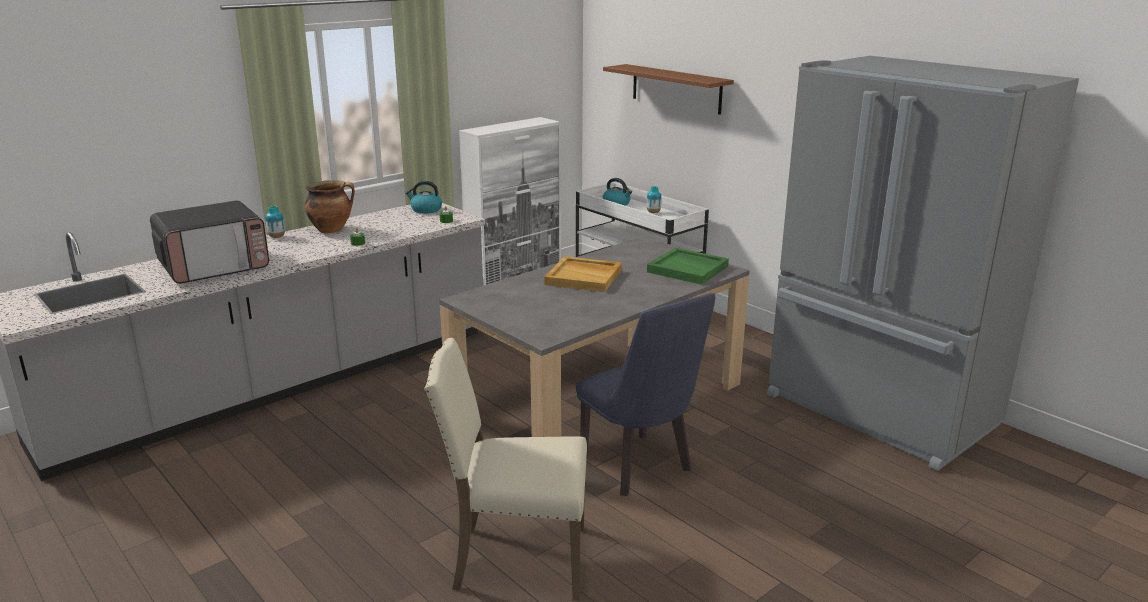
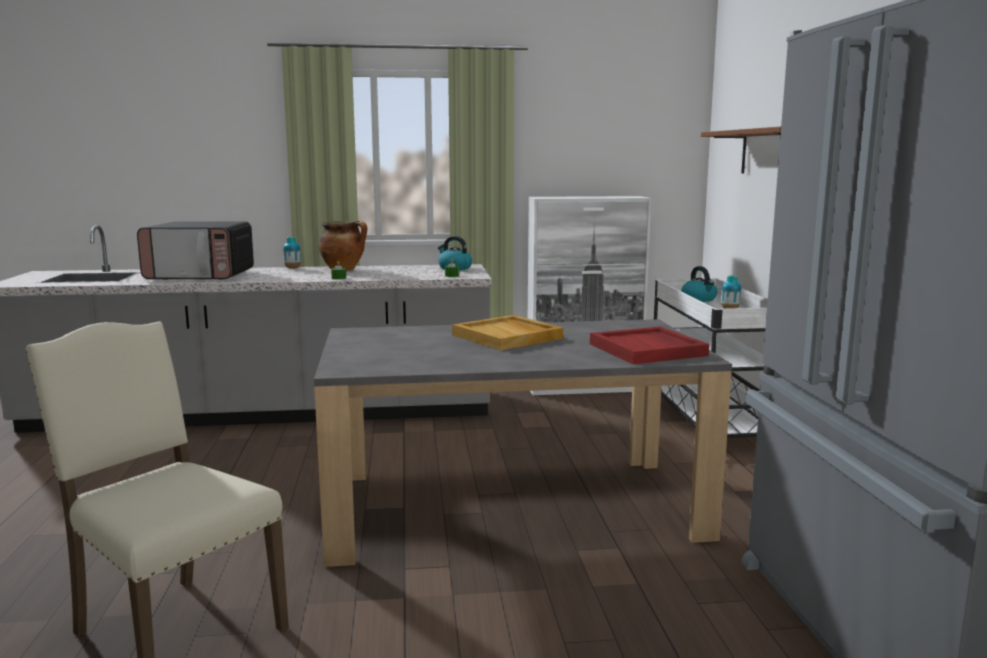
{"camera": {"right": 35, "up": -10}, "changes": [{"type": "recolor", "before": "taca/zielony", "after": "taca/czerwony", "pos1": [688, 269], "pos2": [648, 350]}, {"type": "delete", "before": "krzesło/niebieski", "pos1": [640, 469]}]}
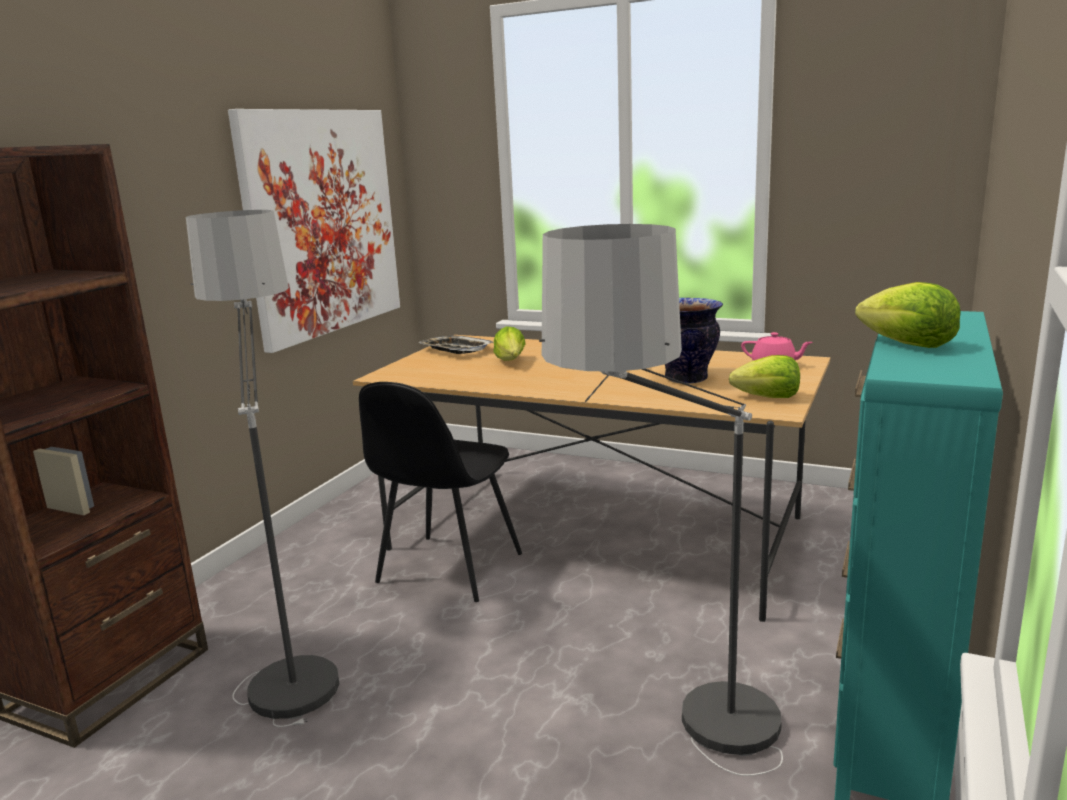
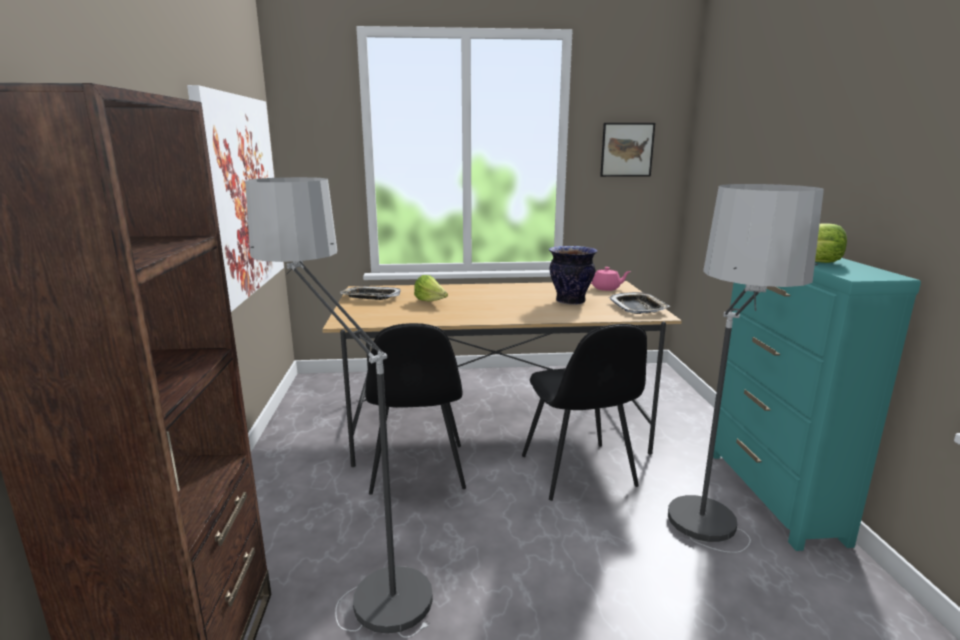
{"camera": {"right": -30, "up": 0}, "changes": [{"type": "replace", "before": "sałata", "after": "taca", "pos1": [768, 397], "pos2": [638, 308]}, {"type": "insert", "after": "obraz", "pos2": [627, 149]}, {"type": "insert", "after": "krzesło/czarny", "pos2": [578, 472]}]}
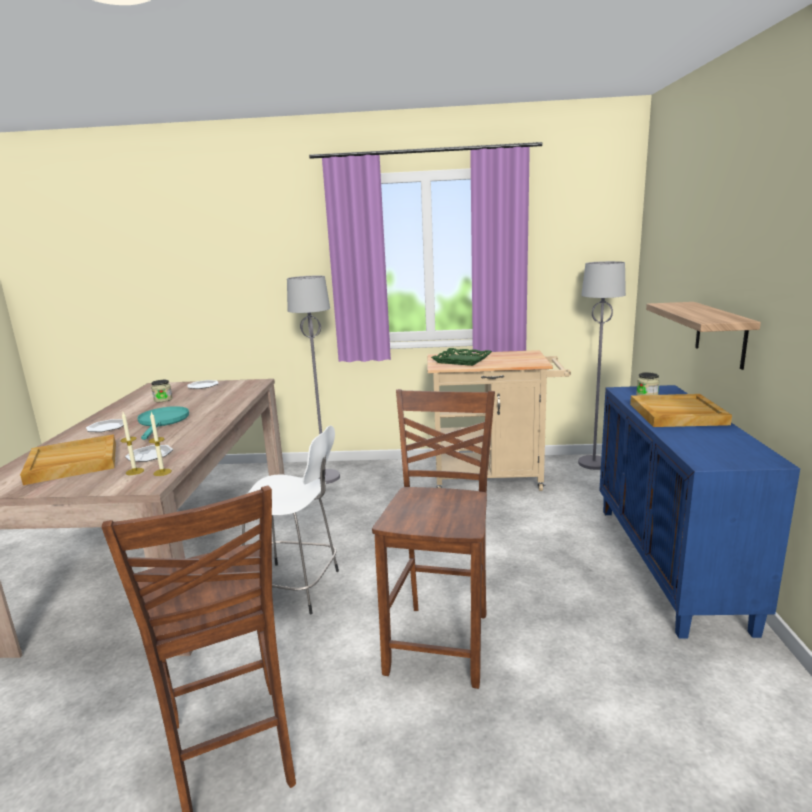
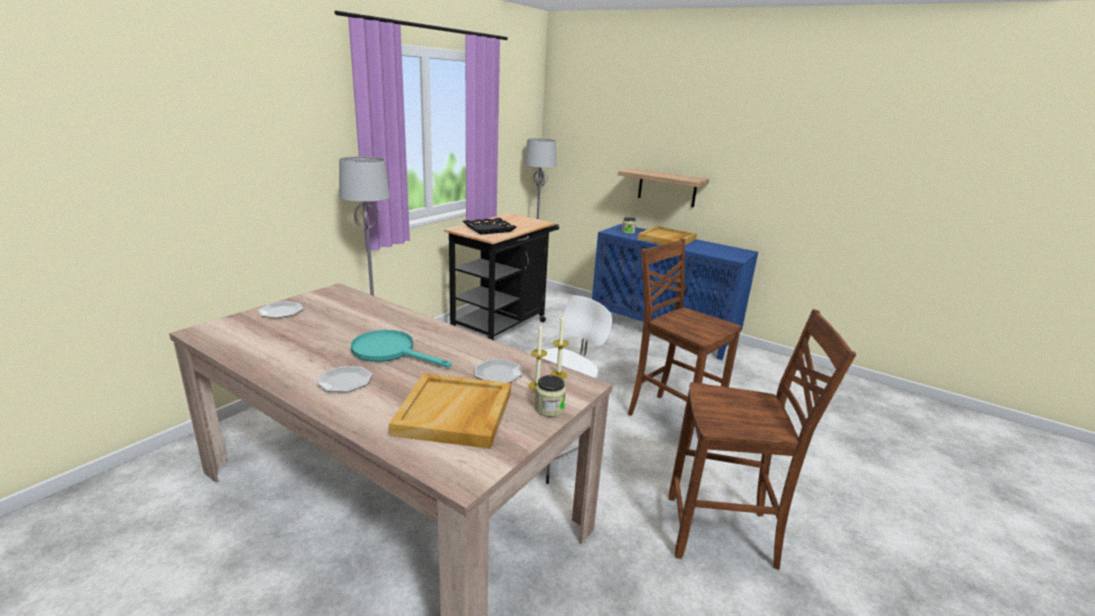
{"camera": {"right": -60, "up": 5}, "changes": [{"type": "recolor", "before": "taca/zielony", "after": "taca/czarny", "pos1": [462, 360], "pos2": [489, 229]}, {"type": "recolor", "before": "wózek/beżowy", "after": "wózek/czarny", "pos1": [495, 478], "pos2": [503, 325]}, {"type": "move", "before": "słoik", "pos1": [163, 400], "pos2": [549, 409]}]}
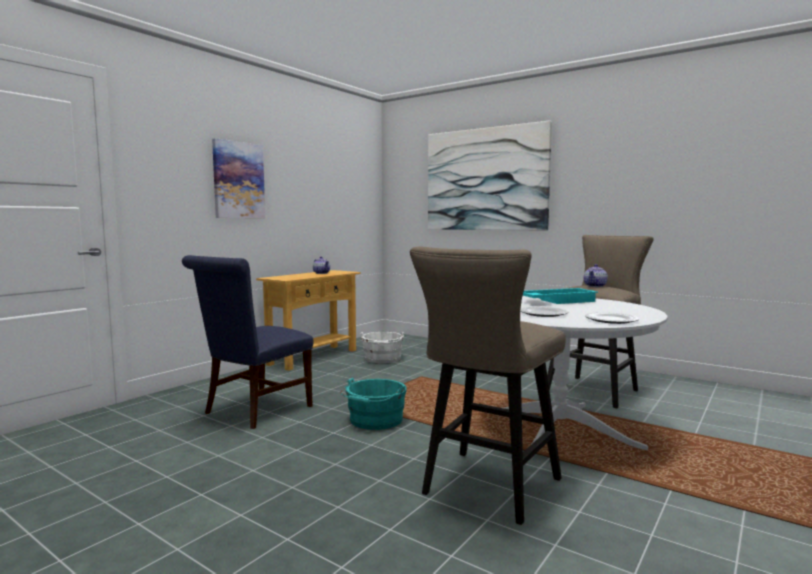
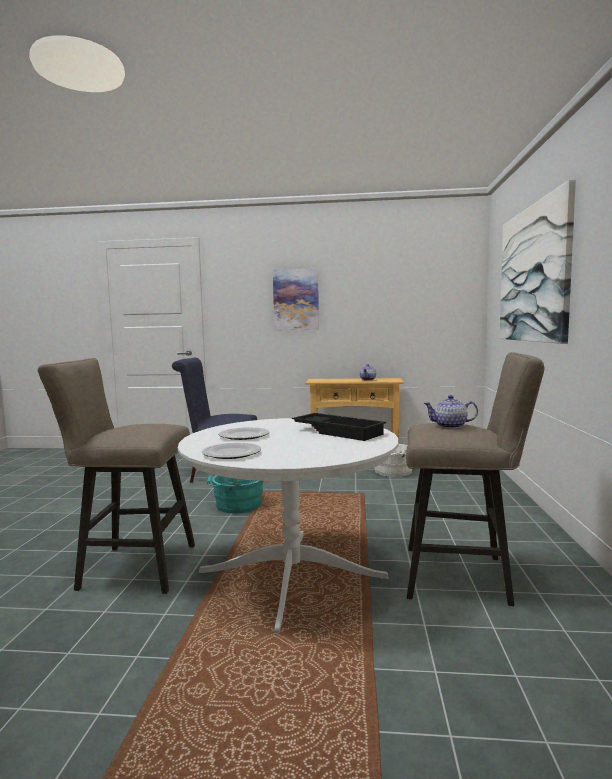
{"camera": {"right": 60, "up": 0}, "changes": [{"type": "recolor", "before": "taca/turkusowy", "after": "taca/czarny", "pos1": [556, 301], "pos2": [339, 431]}]}
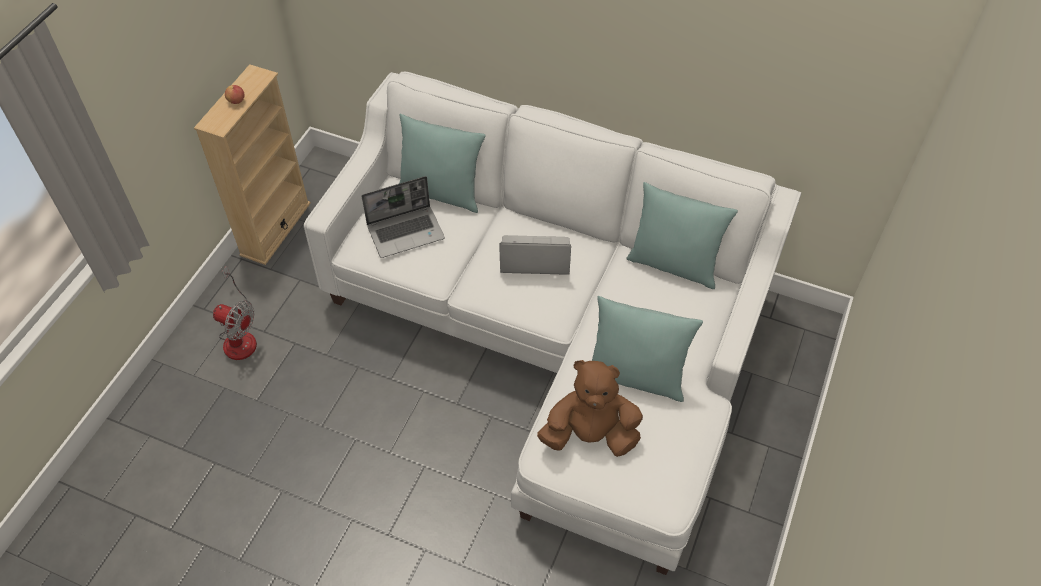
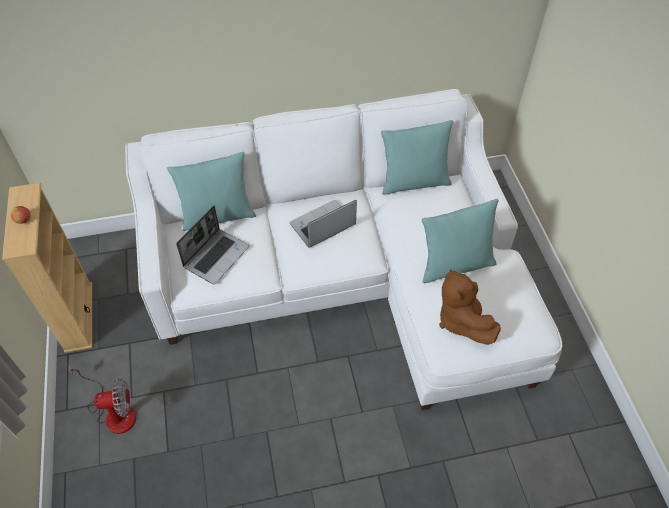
{"camera": {"right": -35, "up": 0}, "changes": [{"type": "rotate", "before": "pluszak/brązowy", "pos1": [590, 435], "pos2": [461, 320], "turn": -75}]}
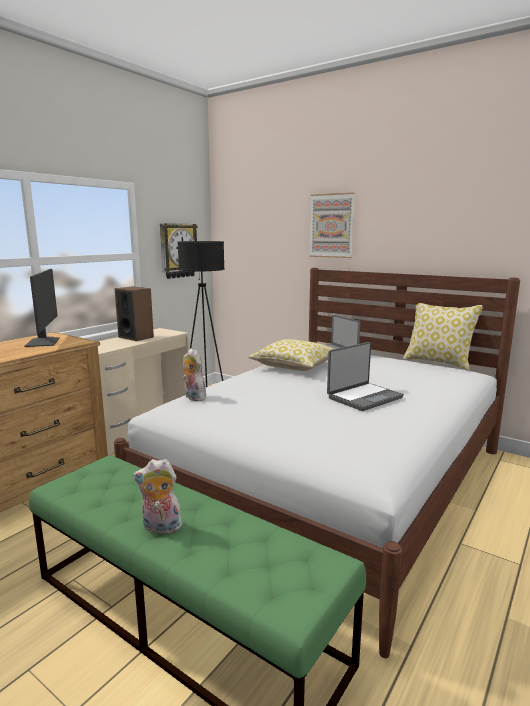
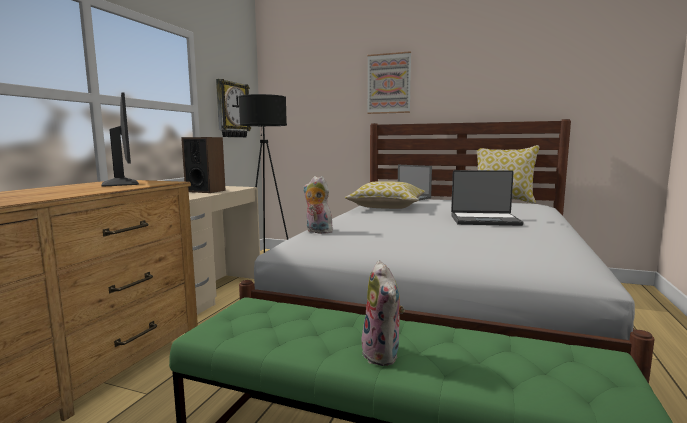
{"camera": {"right": -15, "up": -5}, "changes": [{"type": "rotate", "before": "laptop", "pos1": [364, 397], "pos2": [484, 220], "turn": 60}, {"type": "rotate", "before": "pluszak", "pos1": [160, 528], "pos2": [384, 354], "turn": -90}]}
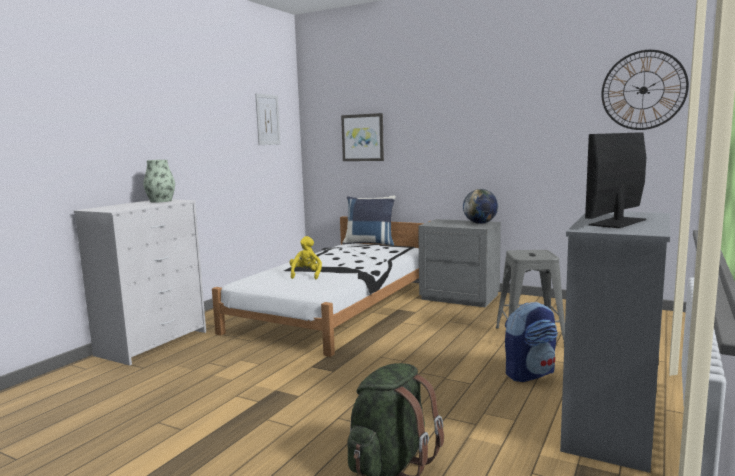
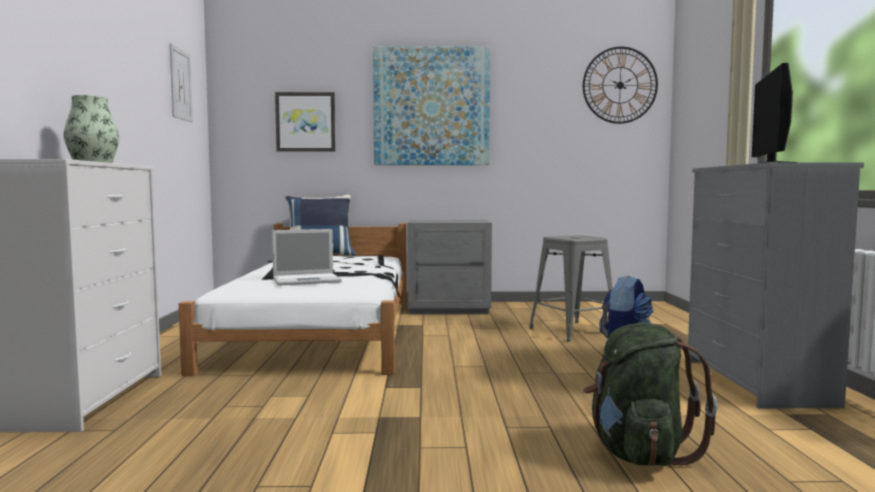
{"camera": {"right": -30, "up": -5}, "changes": [{"type": "delete", "before": "globus", "pos1": [480, 223]}, {"type": "replace", "before": "pluszak/żółty", "after": "laptop", "pos1": [306, 275], "pos2": [308, 280]}, {"type": "insert", "after": "obraz", "pos2": [431, 106]}]}
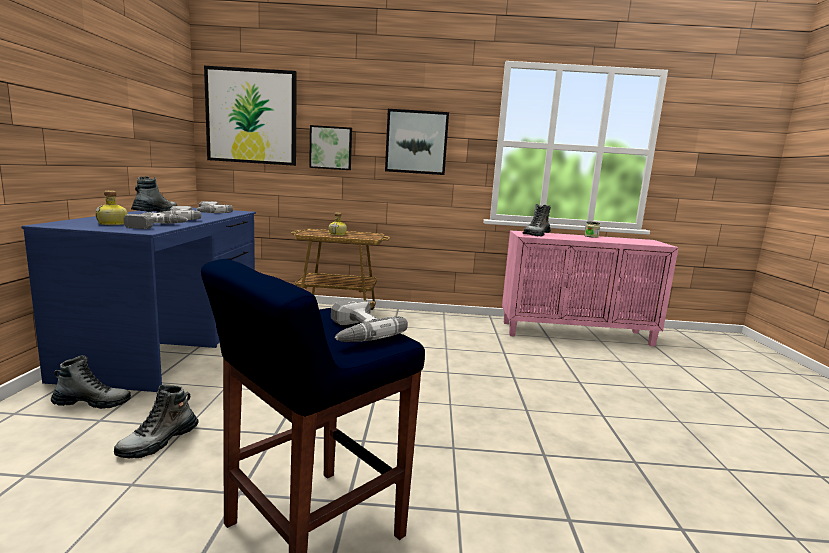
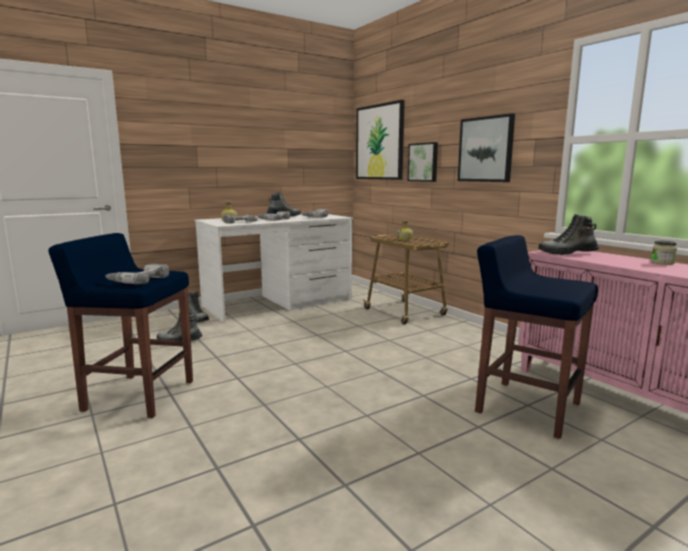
{"camera": {"right": 55, "up": 0}, "changes": [{"type": "recolor", "before": "biurko/niebieski", "after": "biurko/biały", "pos1": [172, 342], "pos2": [278, 302]}, {"type": "insert", "after": "stołek/niebieski", "pos2": [526, 407]}]}
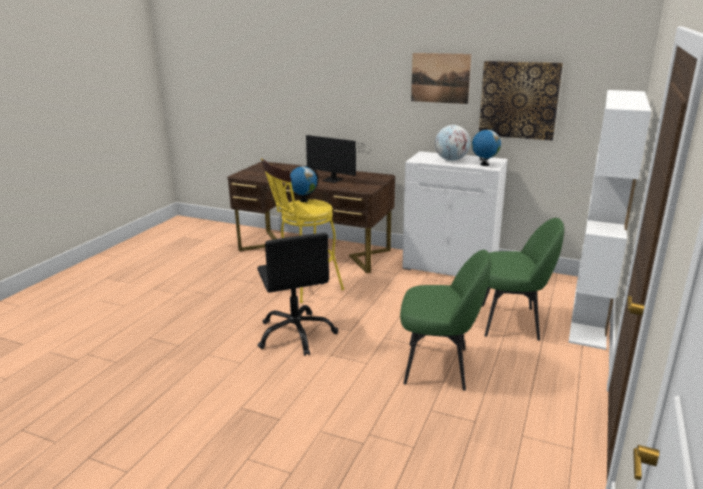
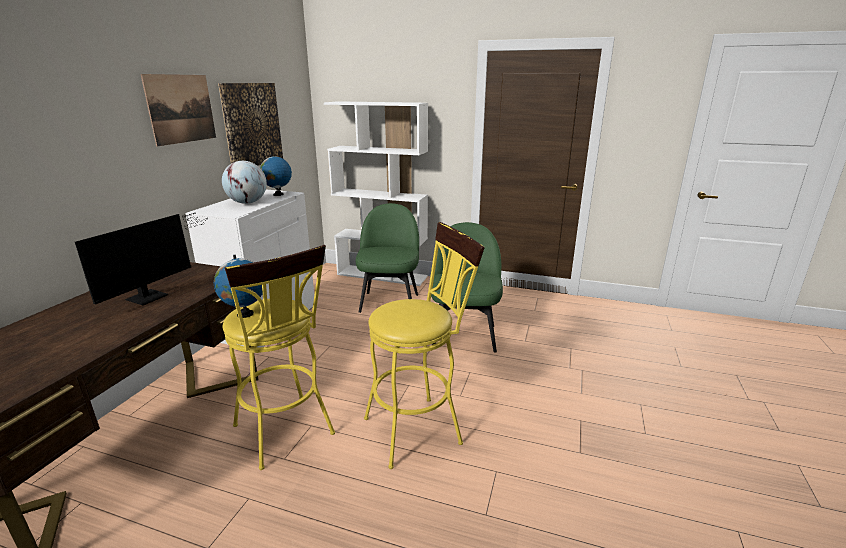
{"camera": {"right": -95, "up": 0}, "changes": [{"type": "replace", "before": "krzesło biurowe/czarny", "after": "stołek/żółty", "pos1": [296, 334], "pos2": [419, 427]}]}
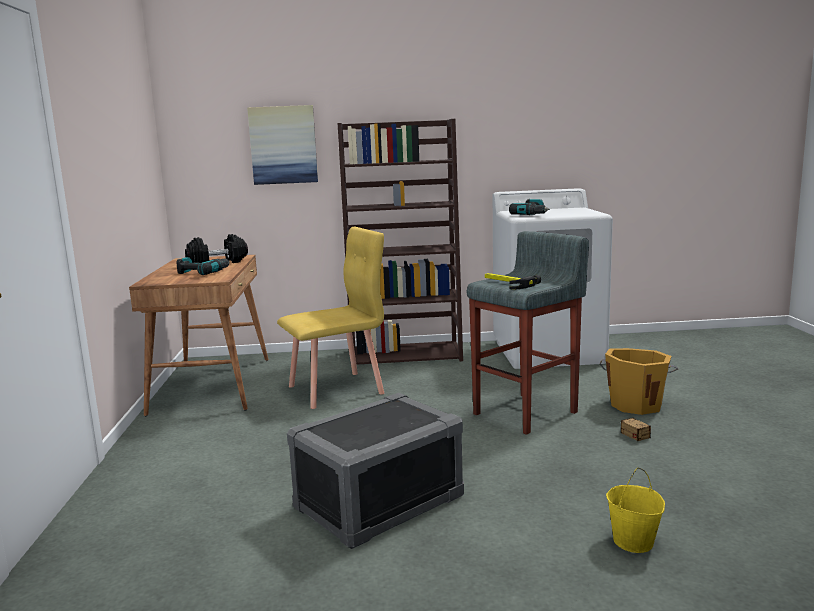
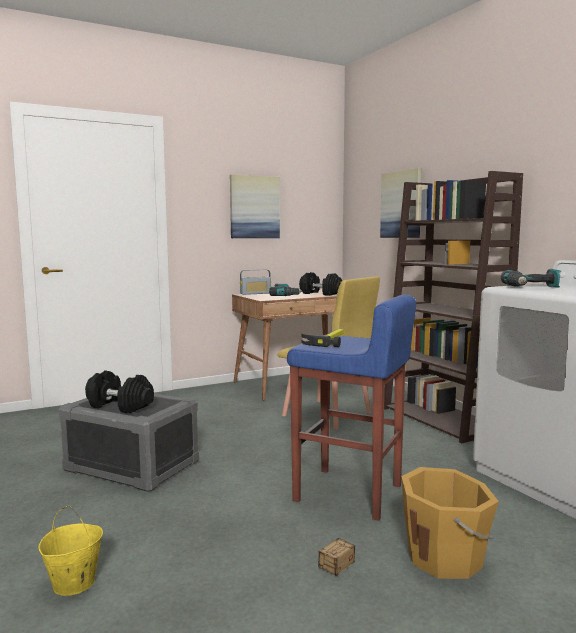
{"camera": {"right": 65, "up": -5}, "changes": [{"type": "recolor", "before": "stołek/szary", "after": "stołek/niebieski", "pos1": [527, 413], "pos2": [349, 494]}, {"type": "insert", "after": "obraz", "pos2": [254, 207]}, {"type": "insert", "after": "radio", "pos2": [255, 293]}, {"type": "insert", "after": "hantel/czarny", "pos2": [119, 406]}]}
